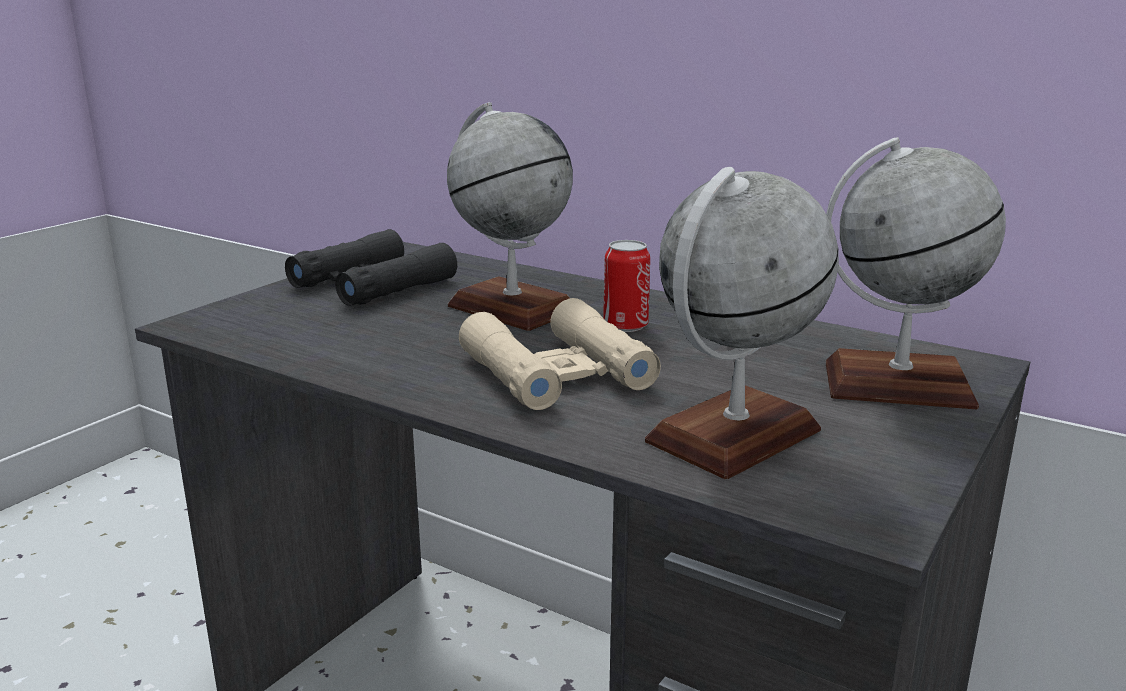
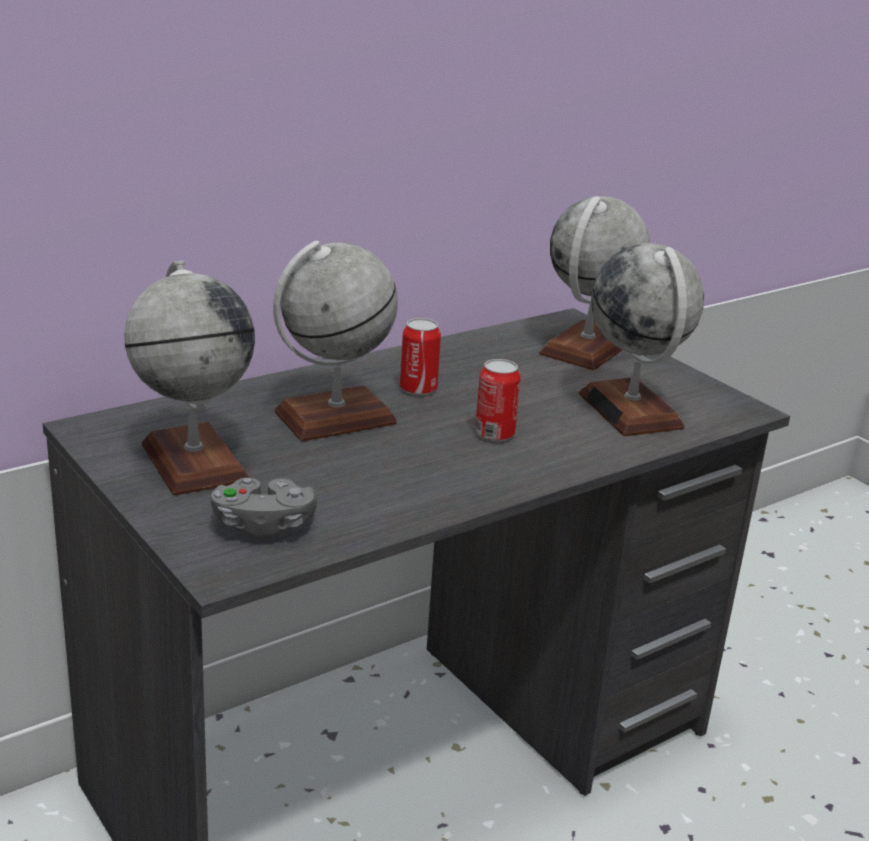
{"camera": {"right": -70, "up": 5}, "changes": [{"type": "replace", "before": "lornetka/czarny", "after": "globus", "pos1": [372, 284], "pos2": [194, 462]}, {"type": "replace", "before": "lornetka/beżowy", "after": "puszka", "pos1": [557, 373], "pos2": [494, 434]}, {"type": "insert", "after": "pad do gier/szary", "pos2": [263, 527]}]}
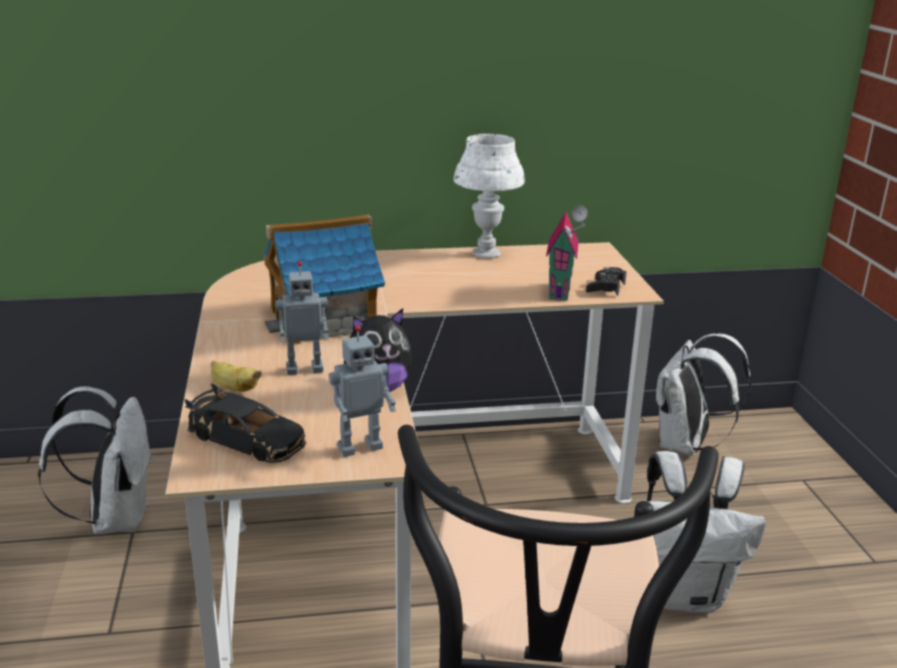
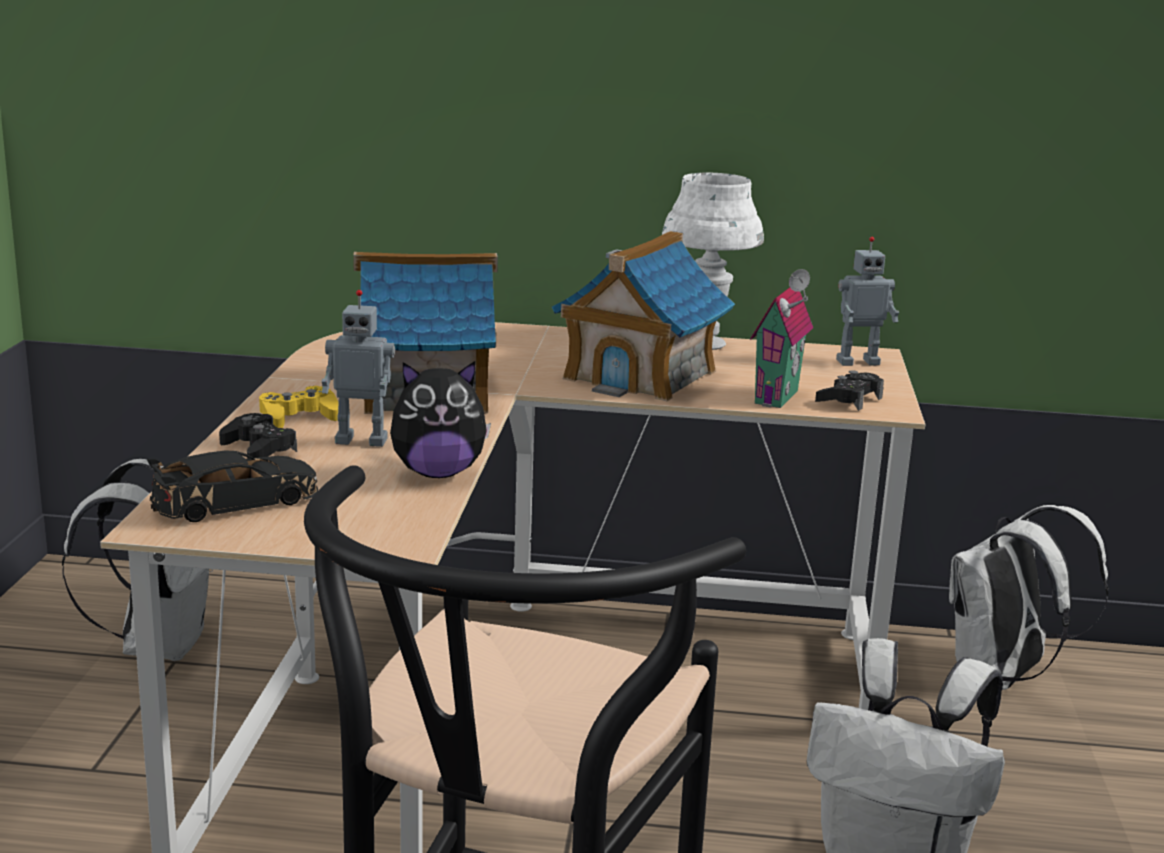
{"camera": {"right": 15, "up": -5}, "changes": [{"type": "move", "before": "robot zabawkowy", "pos1": [359, 446], "pos2": [857, 362]}, {"type": "replace", "before": "banan", "after": "pad do gier/czarny", "pos1": [233, 388], "pos2": [258, 449]}, {"type": "rotate", "before": "samochodzik/czarny", "pos1": [246, 440], "pos2": [235, 502], "turn": -75}, {"type": "insert", "after": "domek", "pos2": [641, 375]}, {"type": "insert", "after": "pad do gier/żółty", "pos2": [298, 417]}]}
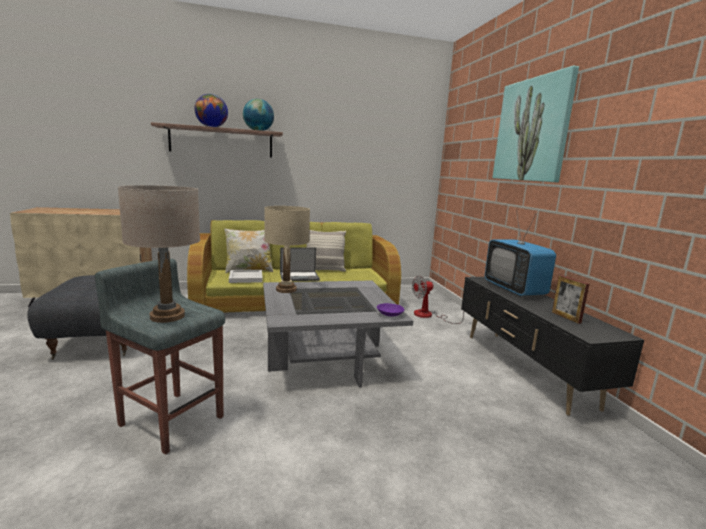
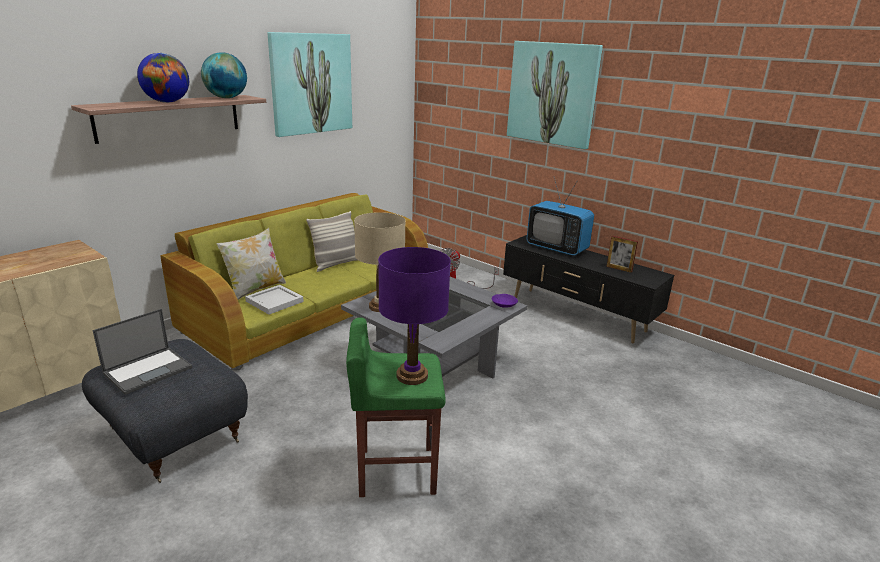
{"camera": {"right": -35, "up": 10}, "changes": [{"type": "recolor", "before": "lampa stołowa/beżowy", "after": "lampa stołowa/fioletowy", "pos1": [167, 316], "pos2": [412, 376]}, {"type": "move", "before": "laptop", "pos1": [299, 276], "pos2": [149, 370]}, {"type": "recolor", "before": "stołek/szary", "after": "stołek/zielony", "pos1": [171, 420], "pos2": [395, 471]}, {"type": "insert", "after": "obraz", "pos2": [311, 84]}]}
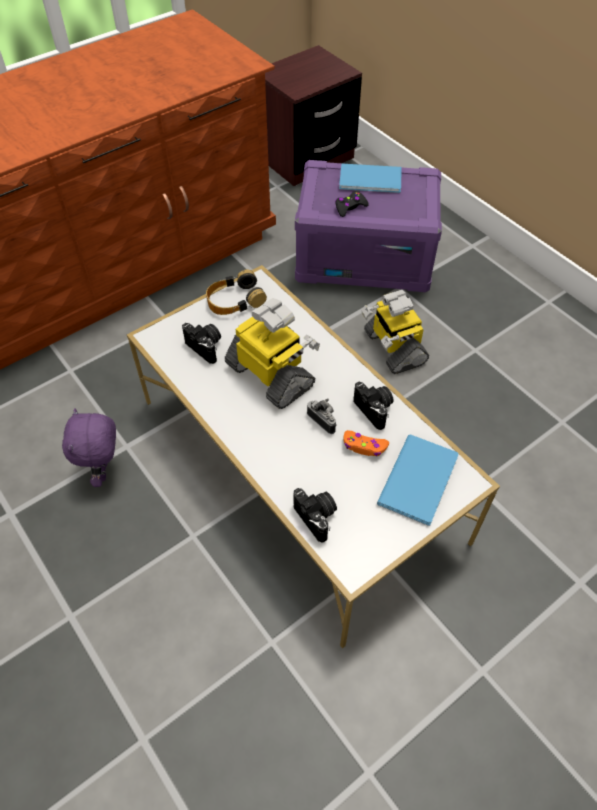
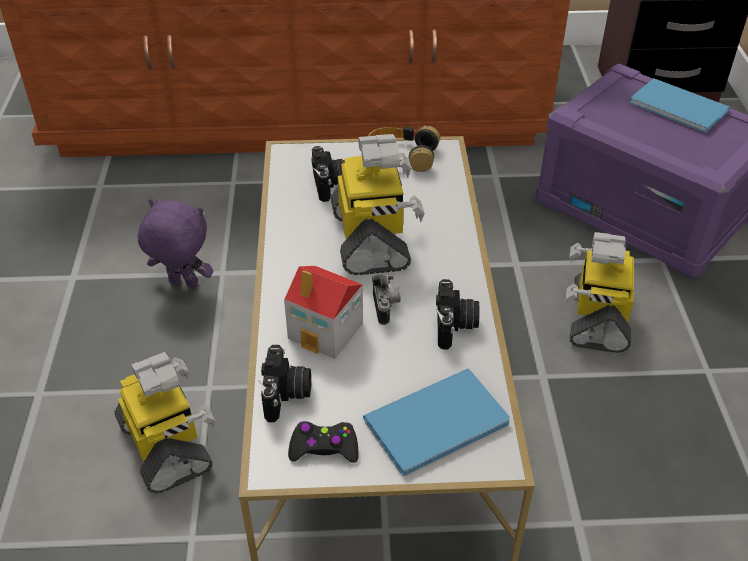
{"camera": {"right": 35, "up": -10}, "changes": [{"type": "move", "before": "pad do gier/czarny", "pos1": [350, 207], "pos2": [324, 448]}, {"type": "rotate", "before": "pluszak/fioletowy", "pos1": [104, 471], "pos2": [182, 284], "turn": 75}, {"type": "delete", "before": "pad do gier/pomarańczowy", "pos1": [364, 446]}, {"type": "insert", "after": "domek", "pos2": [326, 331]}, {"type": "insert", "after": "robot zabawkowy", "pos2": [167, 446]}]}
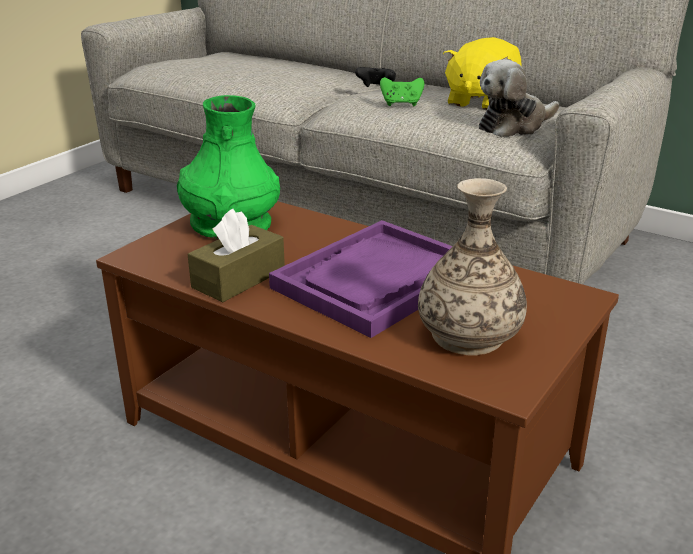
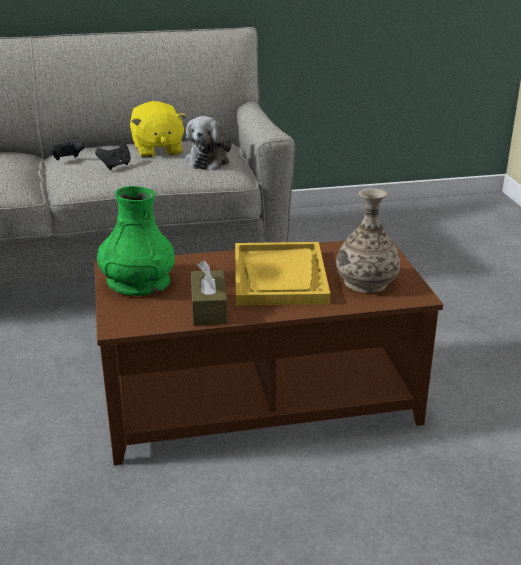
{"camera": {"right": -45, "up": 0}, "changes": [{"type": "recolor", "before": "pad do gier/zielony", "after": "pad do gier/czarny", "pos1": [401, 104], "pos2": [116, 166]}, {"type": "recolor", "before": "taca/fioletowy", "after": "taca/żółty", "pos1": [376, 280], "pos2": [280, 277]}]}
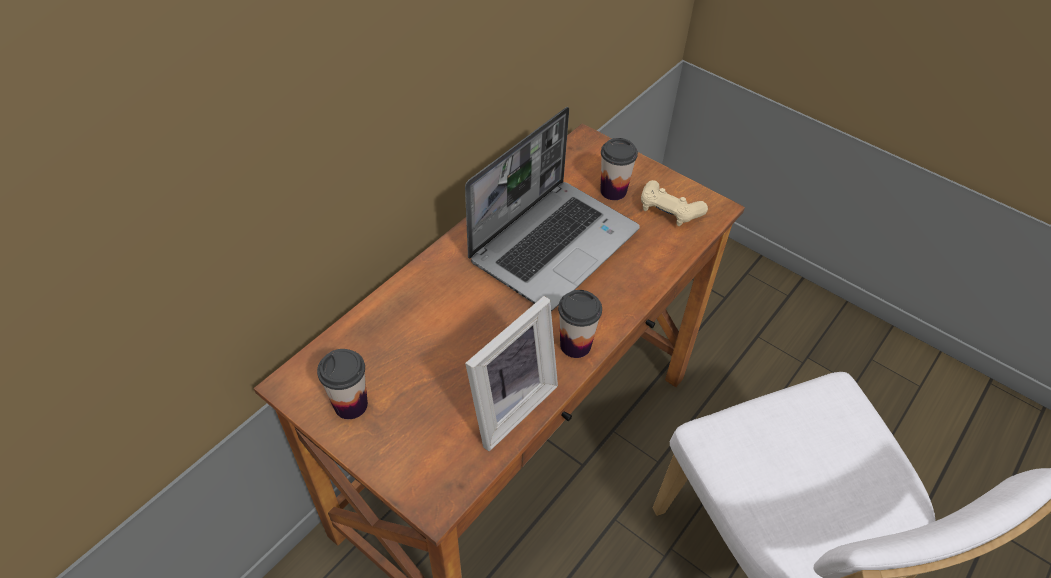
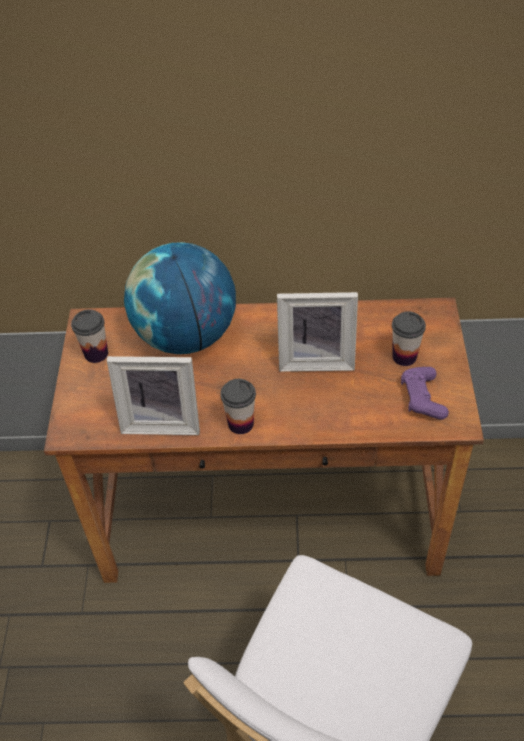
{"camera": {"right": 55, "up": 0}, "changes": [{"type": "replace", "before": "laptop", "after": "ramka na zdjęcie", "pos1": [554, 243], "pos2": [316, 358]}, {"type": "recolor", "before": "pad do gier/beżowy", "after": "pad do gier/fioletowy", "pos1": [669, 210], "pos2": [422, 398]}, {"type": "insert", "after": "globus", "pos2": [186, 336]}]}
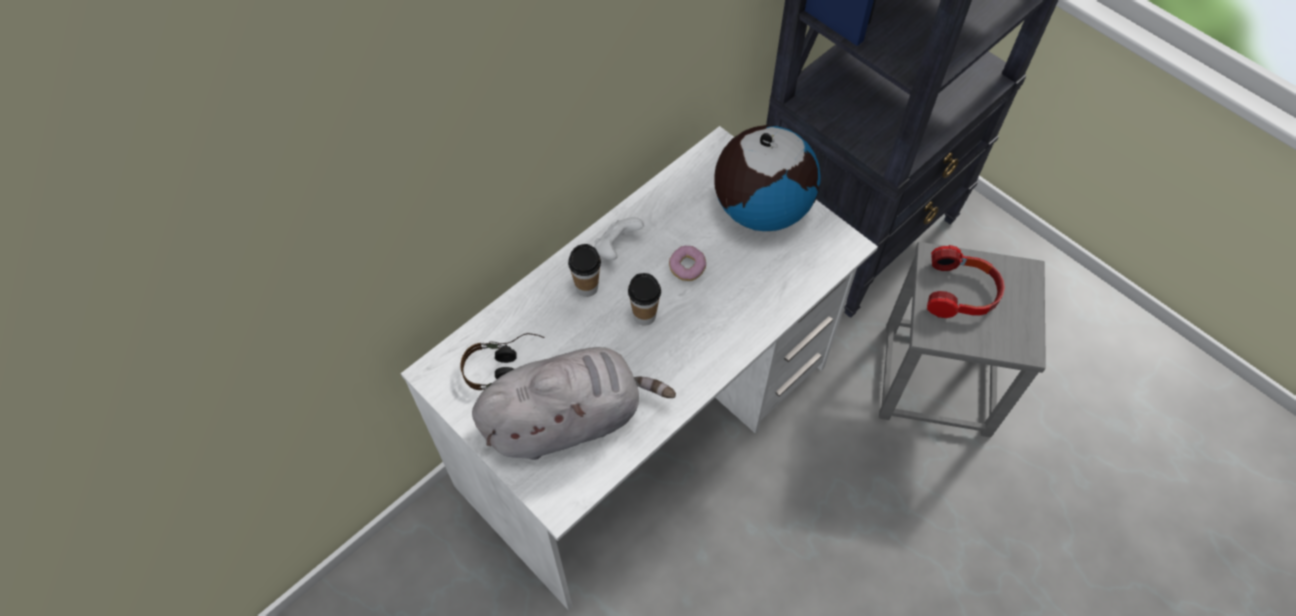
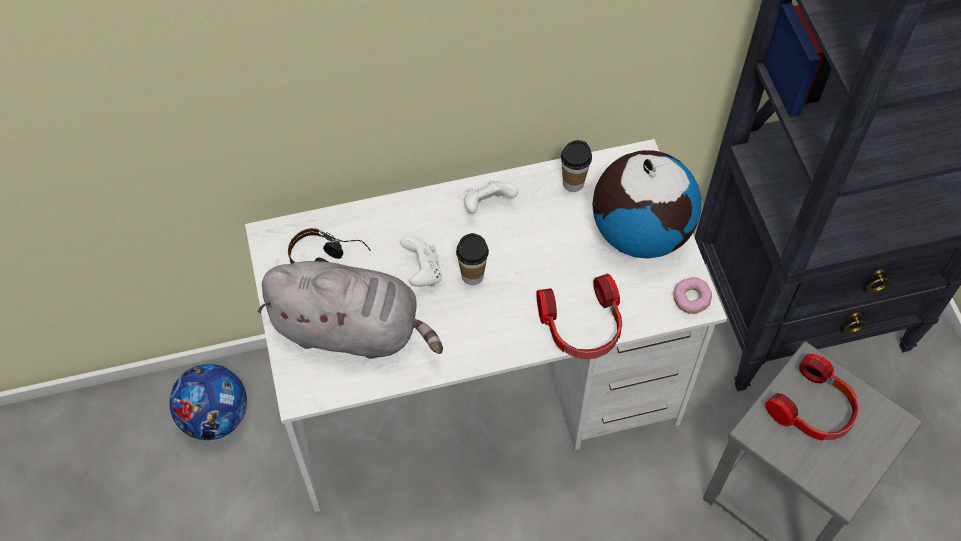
{"camera": {"right": 30, "up": 0}, "changes": [{"type": "move", "before": "filiżanka", "pos1": [587, 287], "pos2": [573, 183]}, {"type": "move", "before": "donut", "pos1": [687, 268], "pos2": [691, 299]}, {"type": "insert", "after": "pad do gier/biały", "pos2": [422, 272]}, {"type": "insert", "after": "słuchawki", "pos2": [582, 327]}, {"type": "insert", "after": "piłka futbolowa", "pos2": [215, 417]}]}
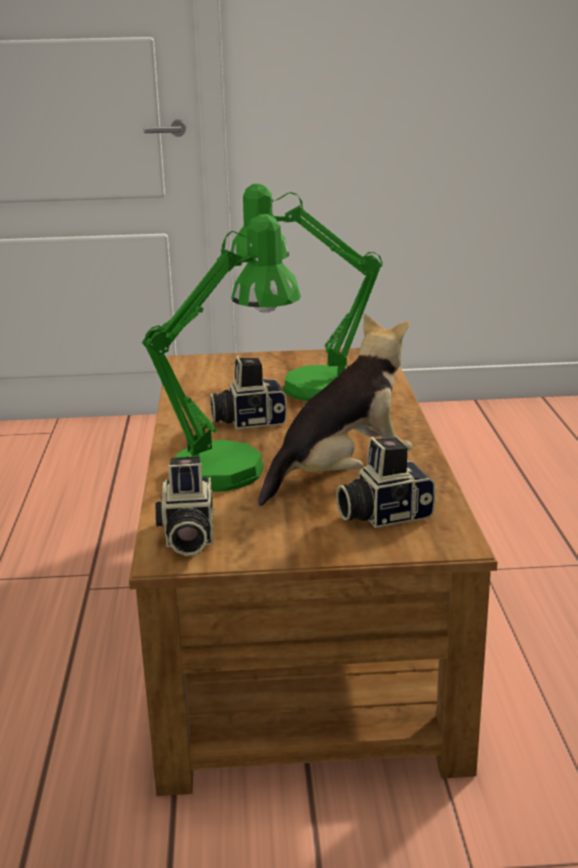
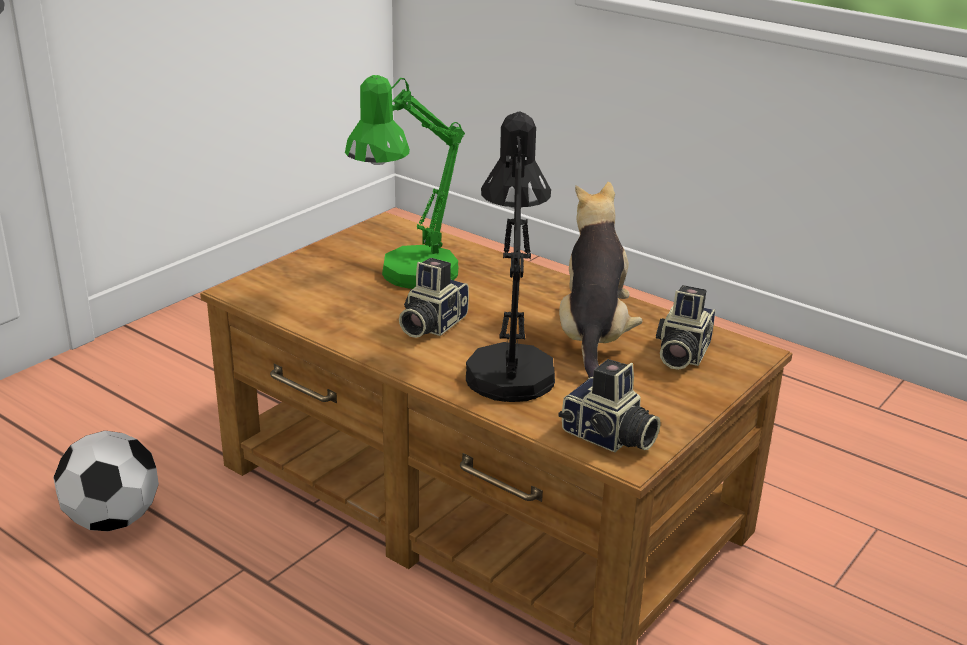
{"camera": {"right": -50, "up": 5}, "changes": [{"type": "recolor", "before": "lampa stołowa/zielony", "after": "lampa stołowa/czarny", "pos1": [234, 466], "pos2": [510, 367]}, {"type": "insert", "after": "piłka futbolowa", "pos2": [113, 519]}]}
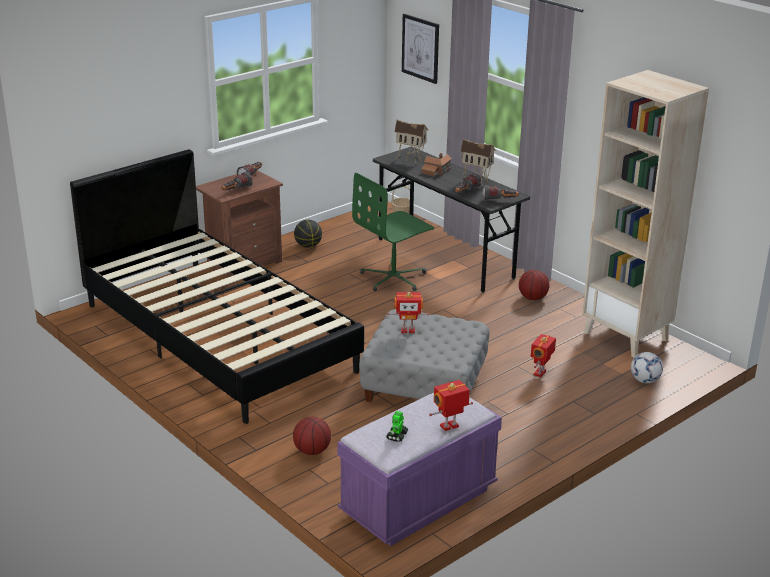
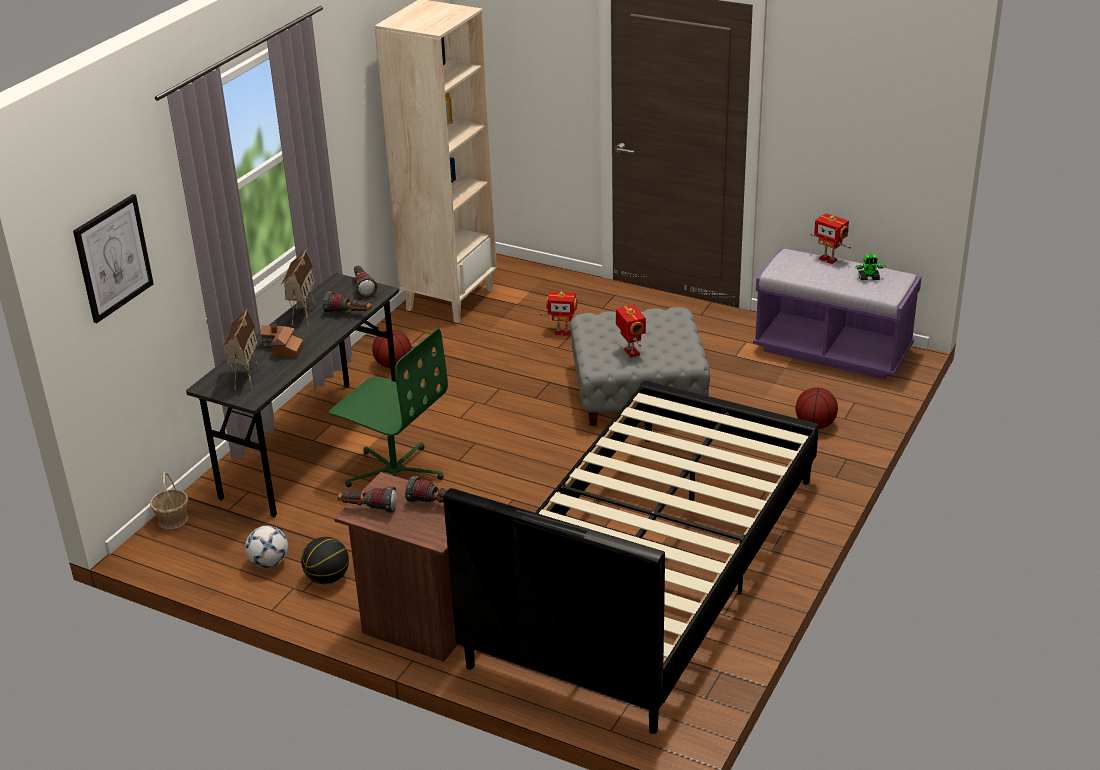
{"camera": {"right": -110, "up": 5}, "changes": [{"type": "move", "before": "piłka futbolowa", "pos1": [645, 380], "pos2": [269, 563]}]}
